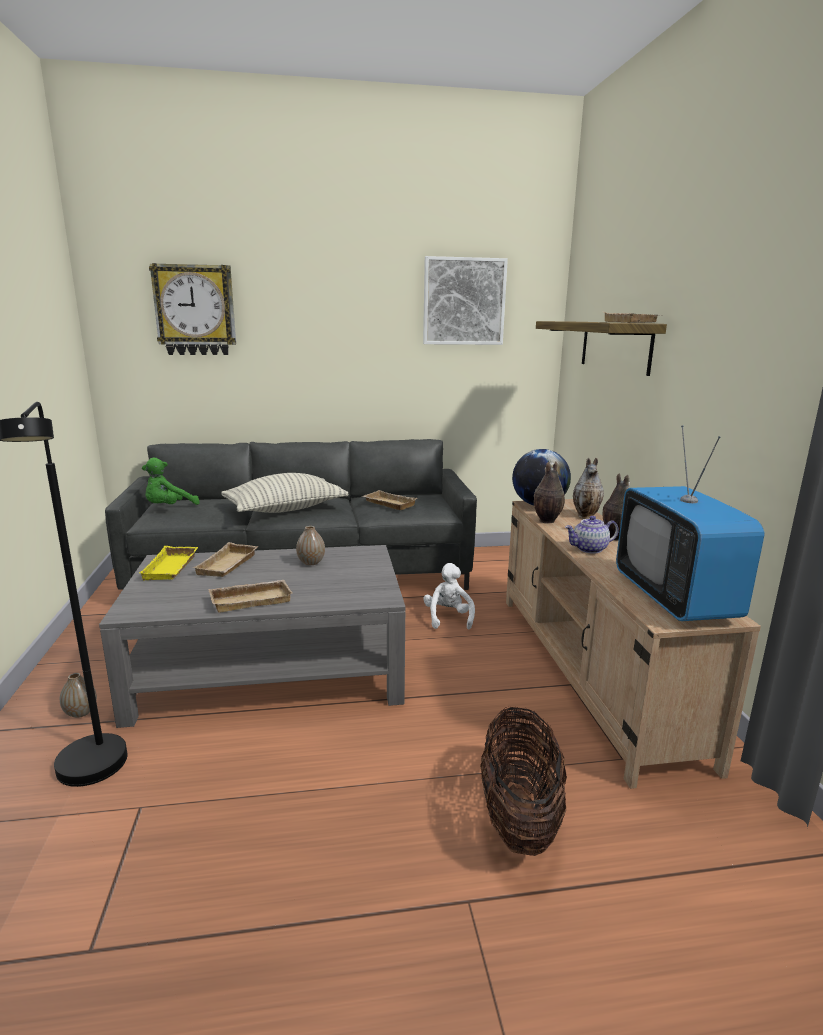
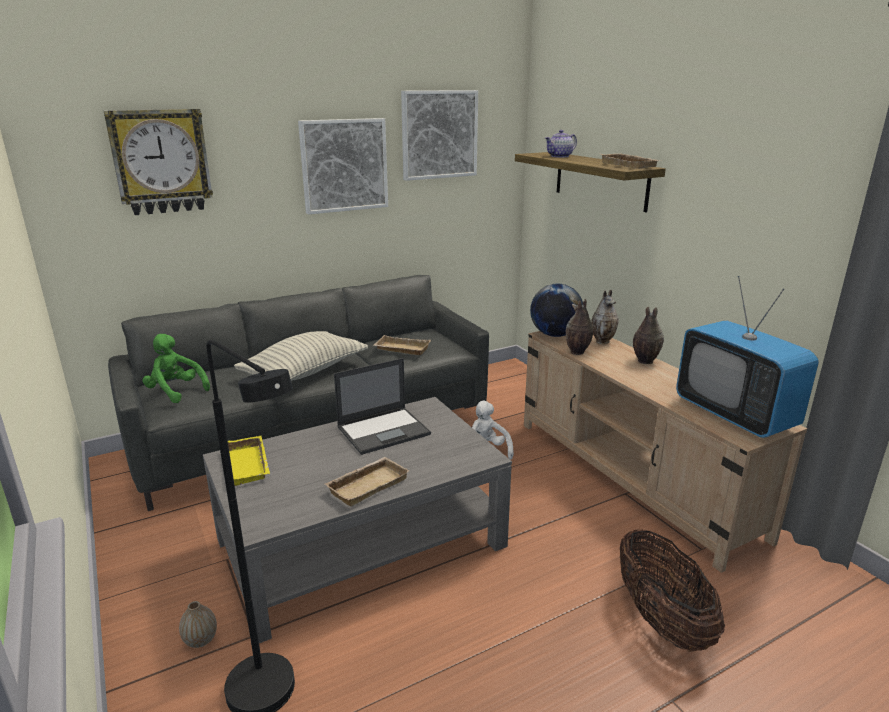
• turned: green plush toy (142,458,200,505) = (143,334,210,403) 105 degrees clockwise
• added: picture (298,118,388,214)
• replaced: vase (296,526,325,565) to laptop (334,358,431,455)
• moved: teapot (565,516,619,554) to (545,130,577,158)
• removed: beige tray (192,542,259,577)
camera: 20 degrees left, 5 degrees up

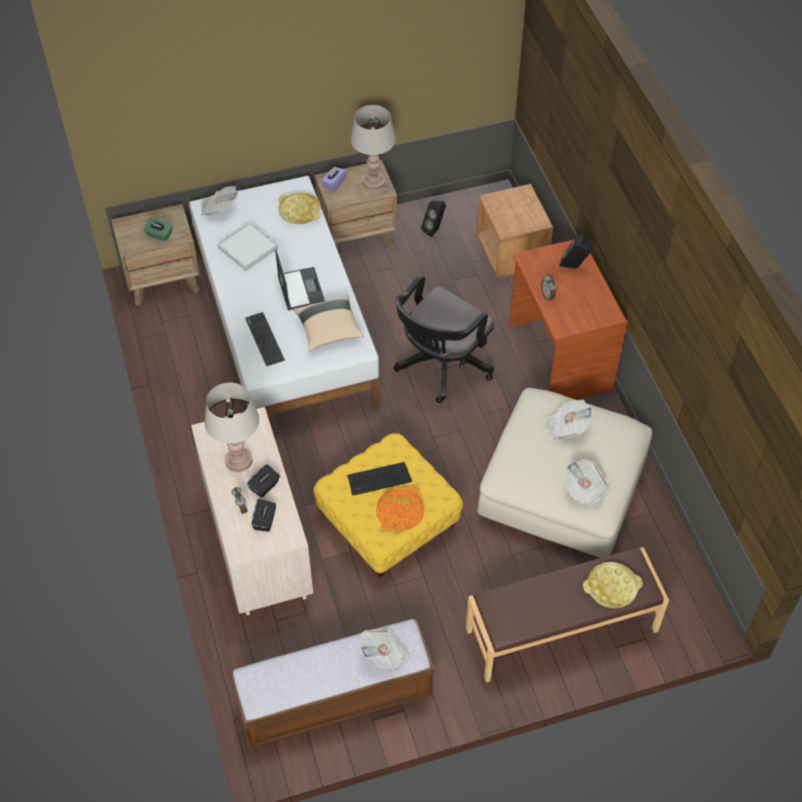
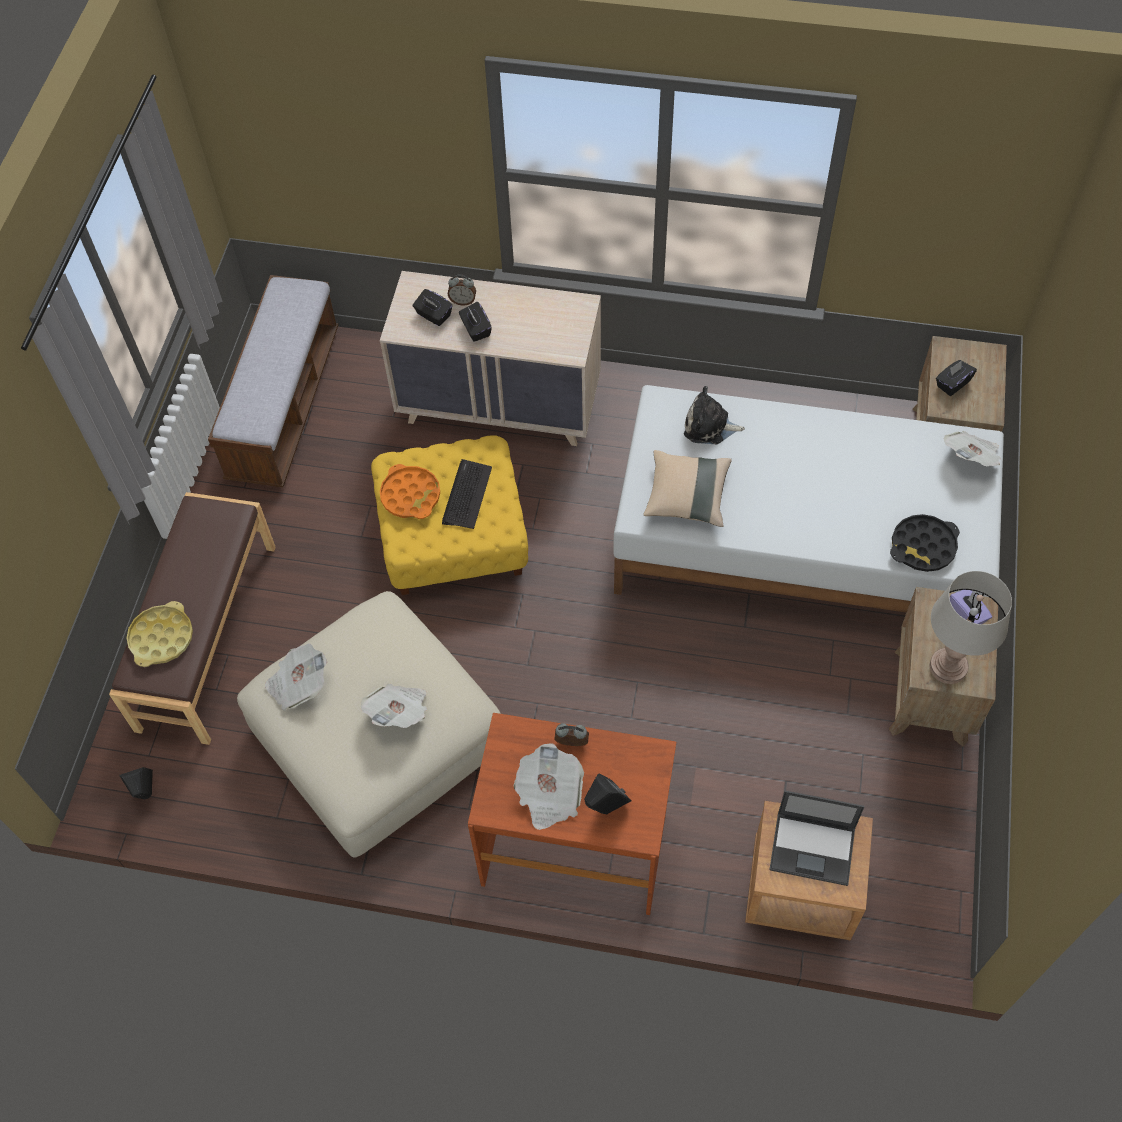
• moved: black speaker (421,201,446,237) to (119,767,153,799)
• moved: newspaper (359,629,412,670) to (513,743,584,830)
• replaced: keyboard (245,312,285,366) to plush toy (684,386,745,445)
• moved: laptop (275,249,325,310) to (769,791,864,886)
• recoloured: yellow tray (278,192,321,224) to black tray (890,514,960,572)
• recoloured: green tissue box (144,218,173,241) to black tissue box (936,360,977,396)
• removed: grey table lamp (204,383,259,472)
• removed: white tray (217,222,278,271)
• removed: black office chair (393,275,494,403)
camera: 120 degrees right, 5 degrees up

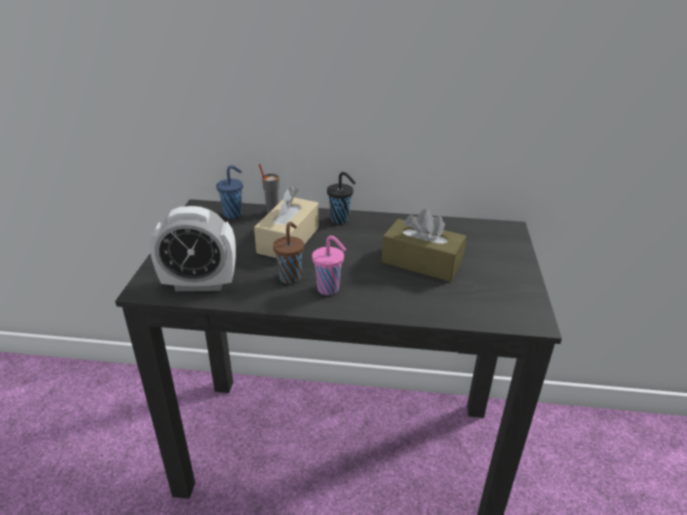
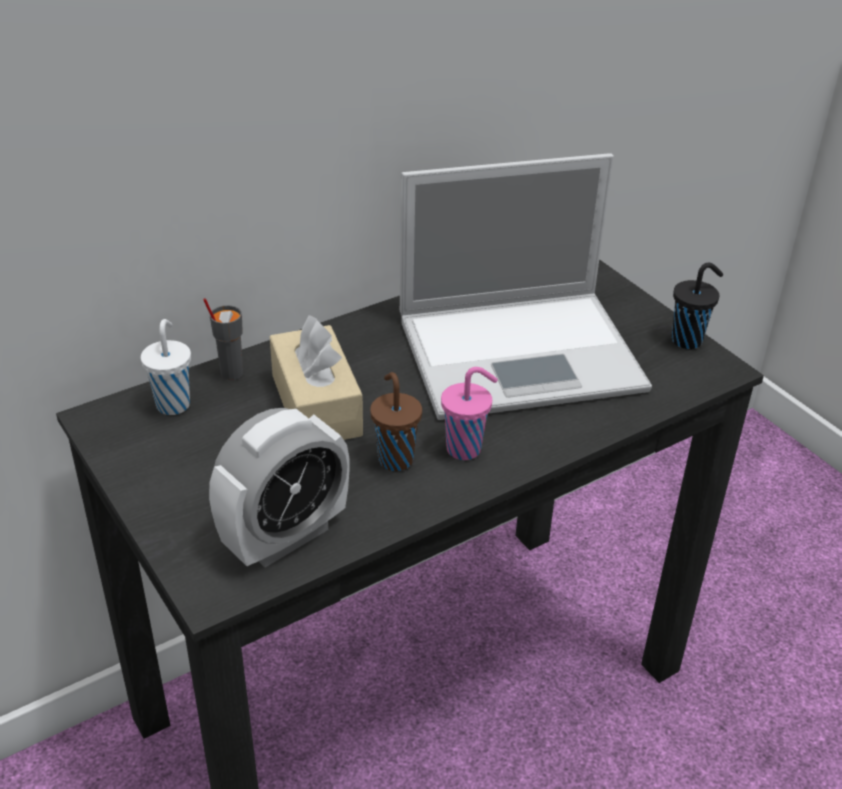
• recoloured: blue cup (216,165,243,219) to white cup (141,319,191,415)
• replaced: brown tissue box (382,209,467,282) to laptop (400,153,652,420)
• moved: black cup (327,172,356,224) to (672,263,723,349)
camera: 40 degrees left, 5 degrees up

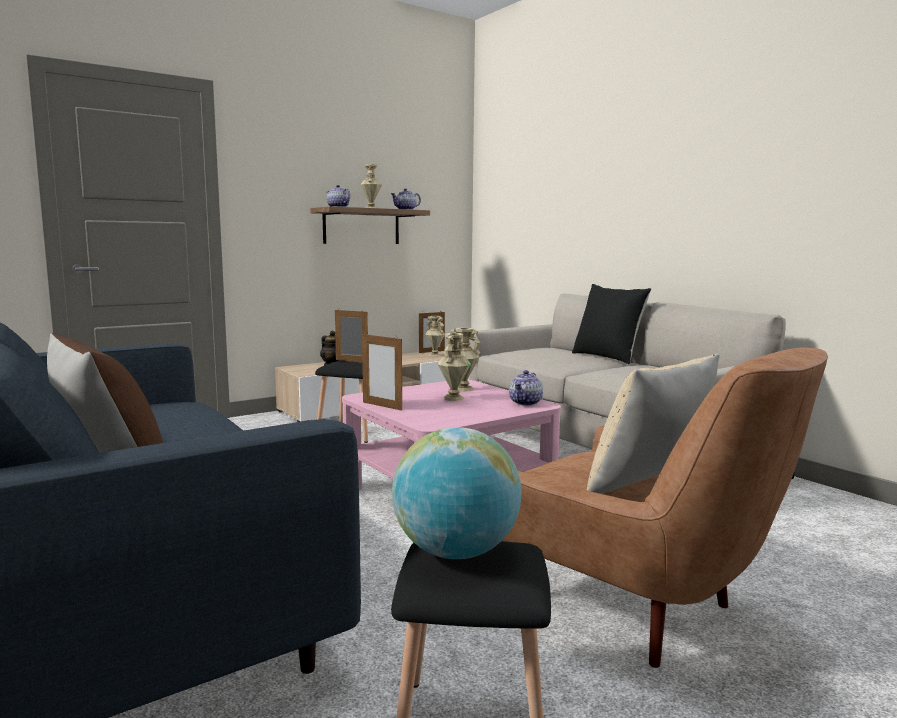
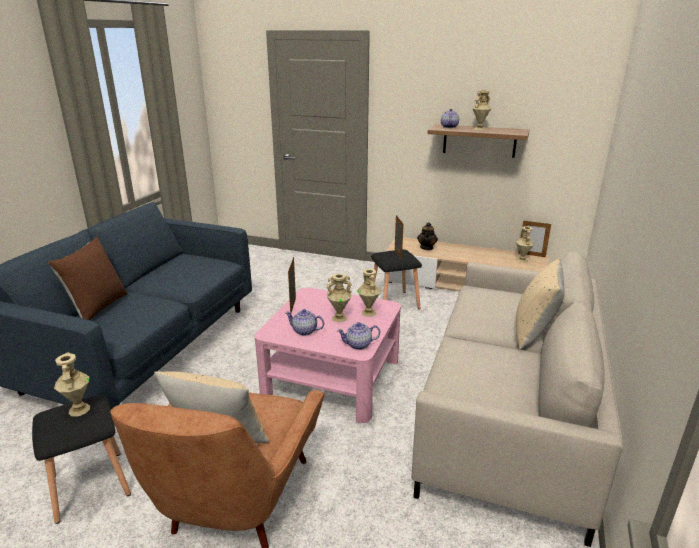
• replaced: globe (392,427,522,559) to beige vase (54,352,90,416)
• moved: teapot (391,188,421,210) to (285,309,324,336)
• recoloured: black pillow (572,284,651,364) to beige pillow (516,258,565,350)
camera: 55 degrees right, 15 degrees up

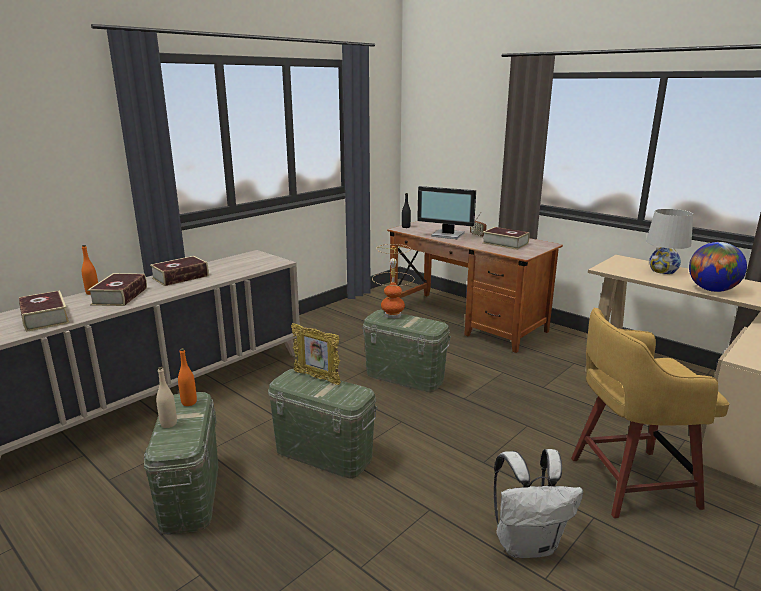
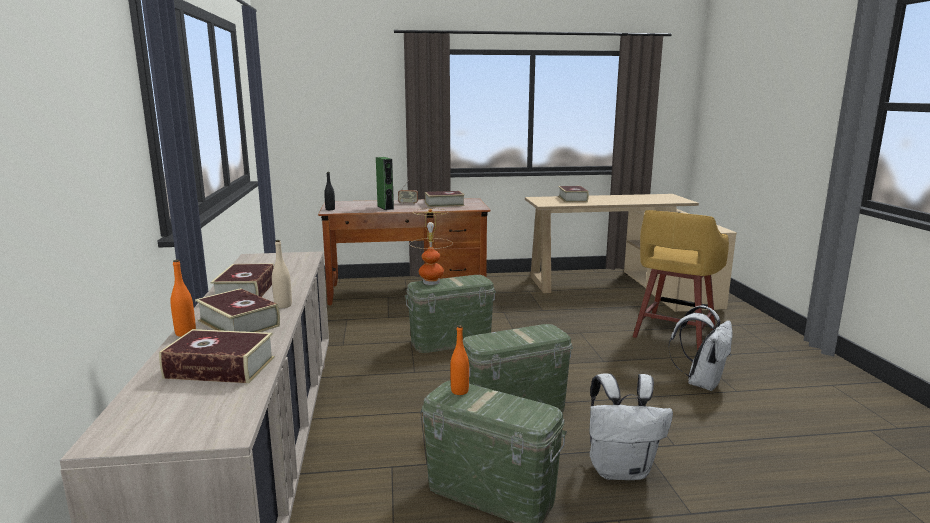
• moved: beige bottle (156,367,177,428) to (272,240,292,308)
• replaced: monitor (417,186,476,239) to green speaker (376,157,394,210)
• replaced: white table lamp (646,209,693,274) to book (558,186,589,202)
• added: white backpack (589,373,673,480)
• removed: picture frame (291,323,341,385)
• removed: globe (689,242,747,292)
camera: 50 degrees left, 5 degrees down

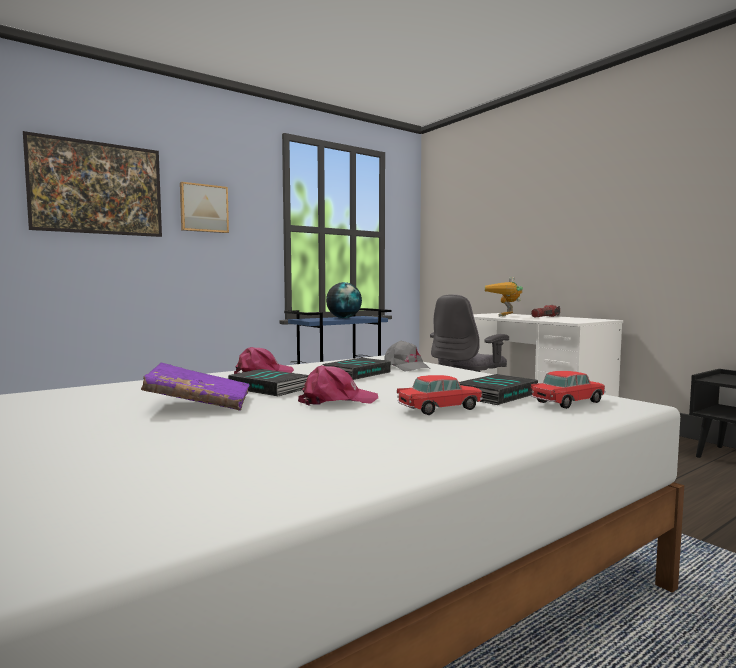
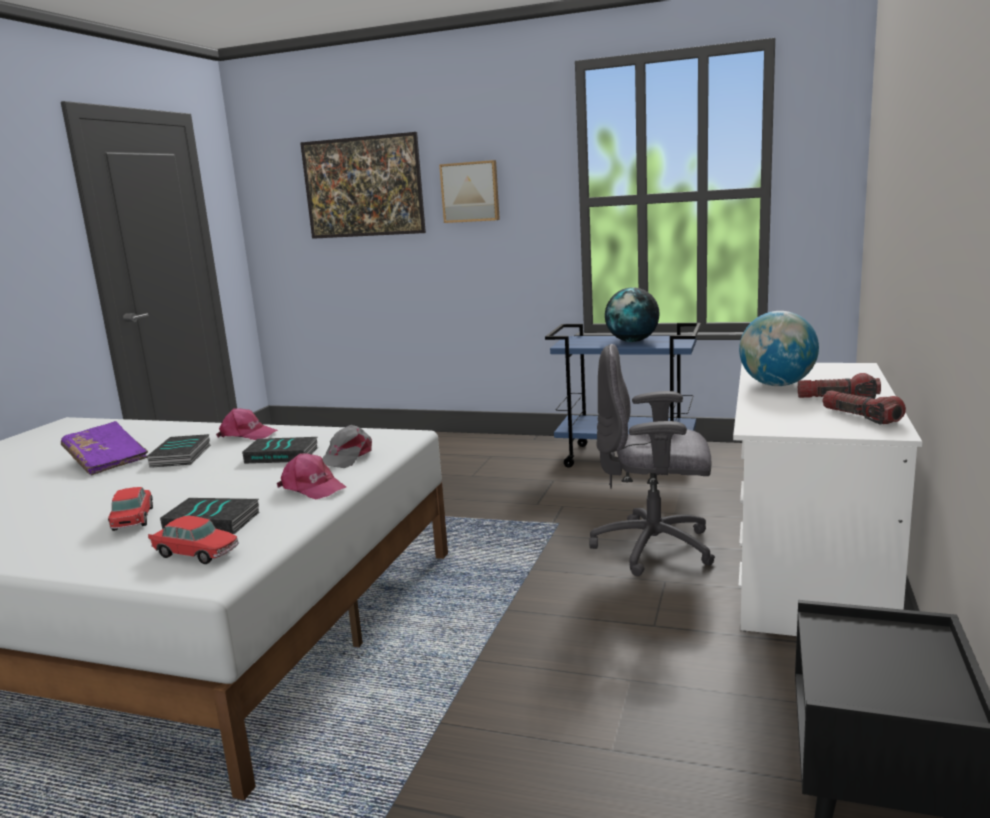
• turned: toy car (397,375,483,415) = (108,487,153,531) 135 degrees counterclockwise
• moved: pink cap (298,365,378,406) to (277,453,346,499)
• replaced: toy robot (485,277,523,317) to globe (739,311,819,386)
• added: flashlight (822,390,906,425)
camera: 55 degrees right, 10 degrees up

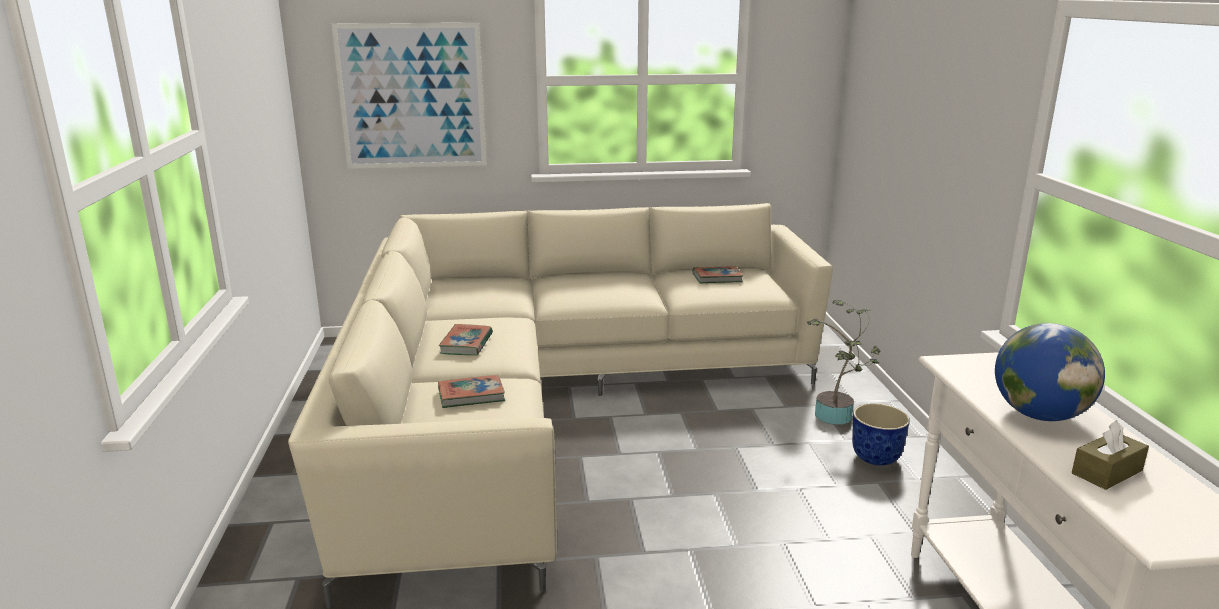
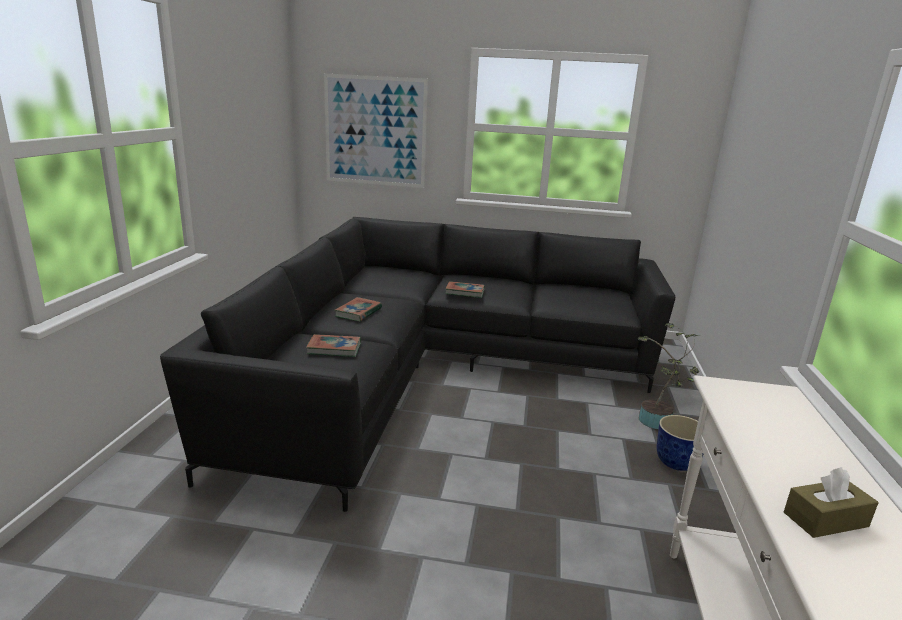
• recoloured: beige sofa (288,203,833,609) to black sofa (160,217,675,512)
• moved: book (693,266,743,283) to (445,281,485,298)
• removed: globe (995,323,1105,421)
camera: 15 degrees right, 0 degrees up

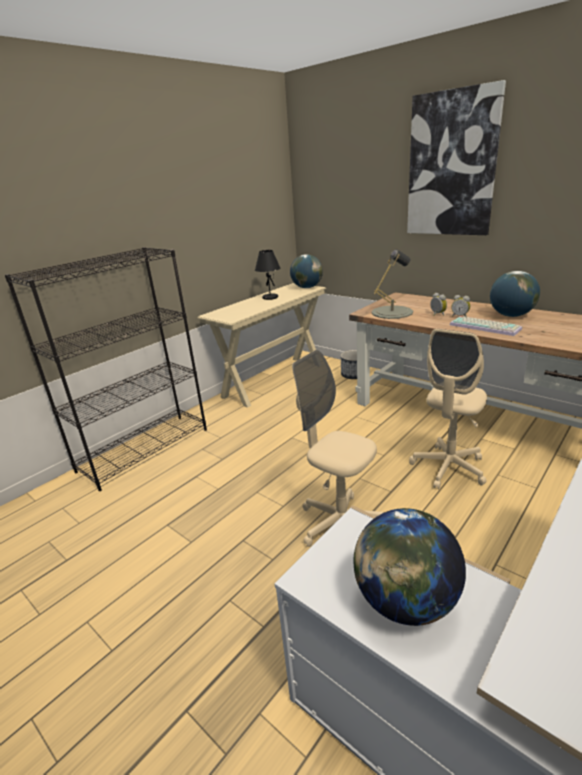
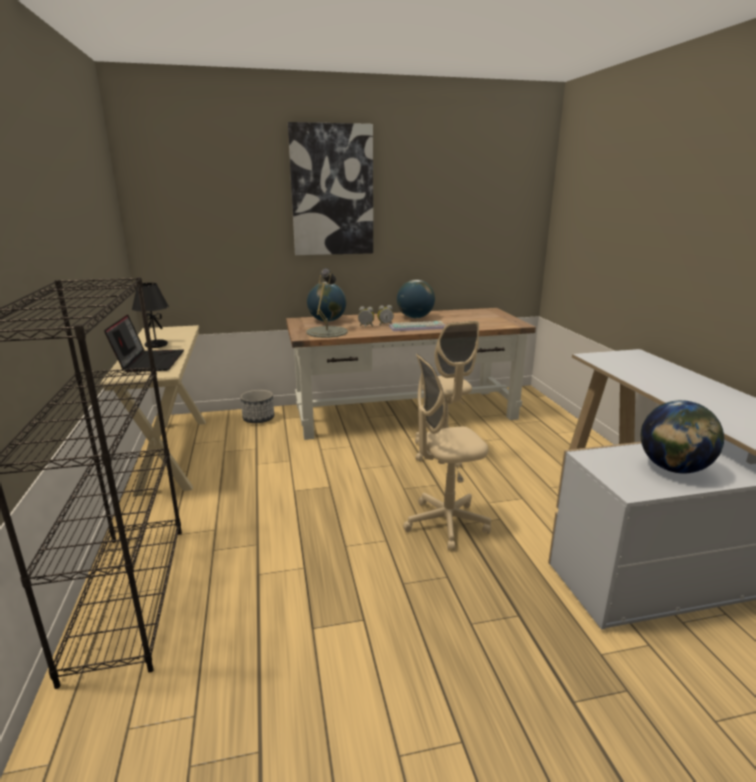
• added: laptop (104,314,184,372)
• moved: globe (290,254,323,288) to (307,282,346,322)
camera: 55 degrees left, 5 degrees down

